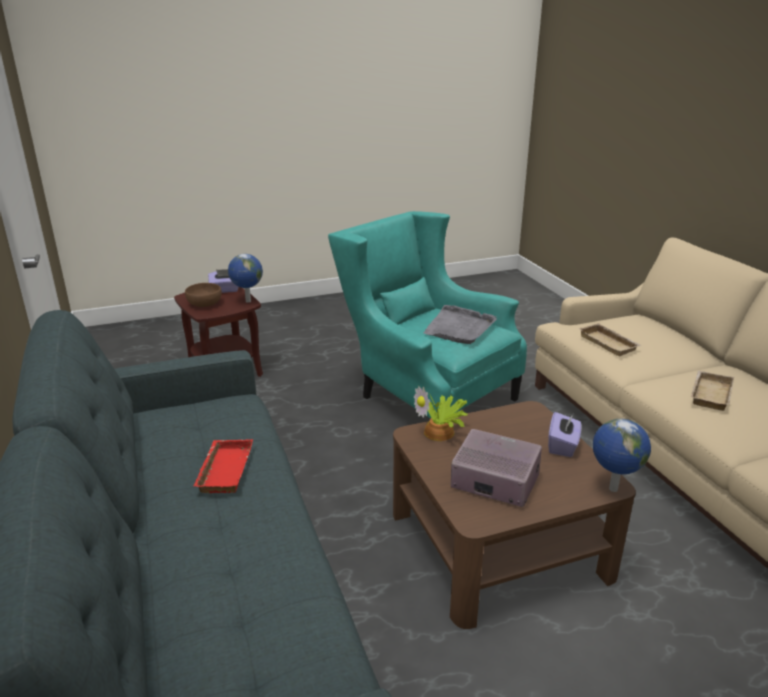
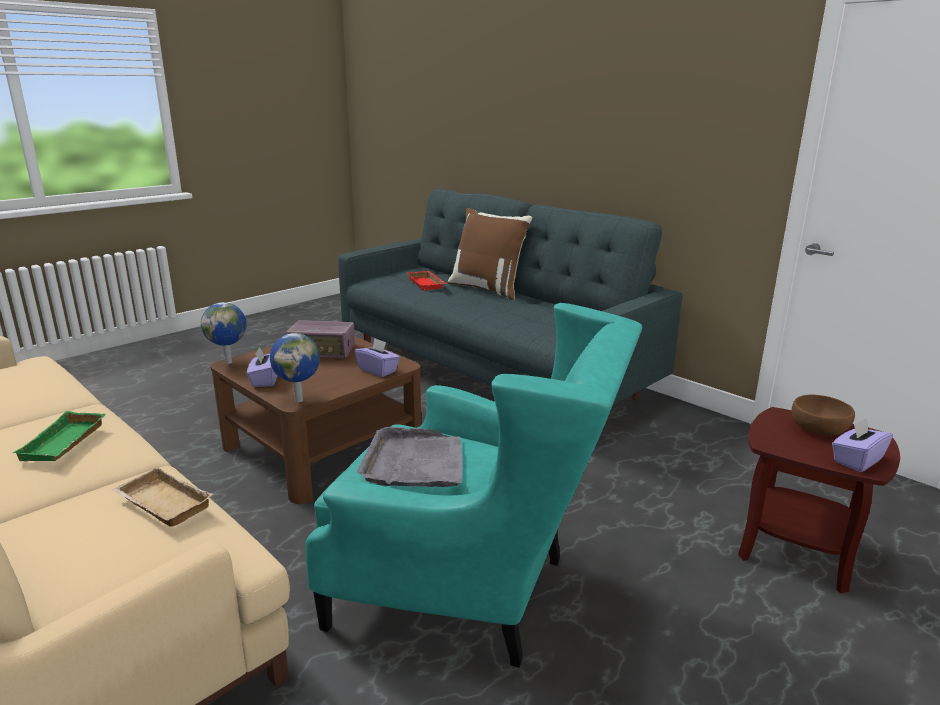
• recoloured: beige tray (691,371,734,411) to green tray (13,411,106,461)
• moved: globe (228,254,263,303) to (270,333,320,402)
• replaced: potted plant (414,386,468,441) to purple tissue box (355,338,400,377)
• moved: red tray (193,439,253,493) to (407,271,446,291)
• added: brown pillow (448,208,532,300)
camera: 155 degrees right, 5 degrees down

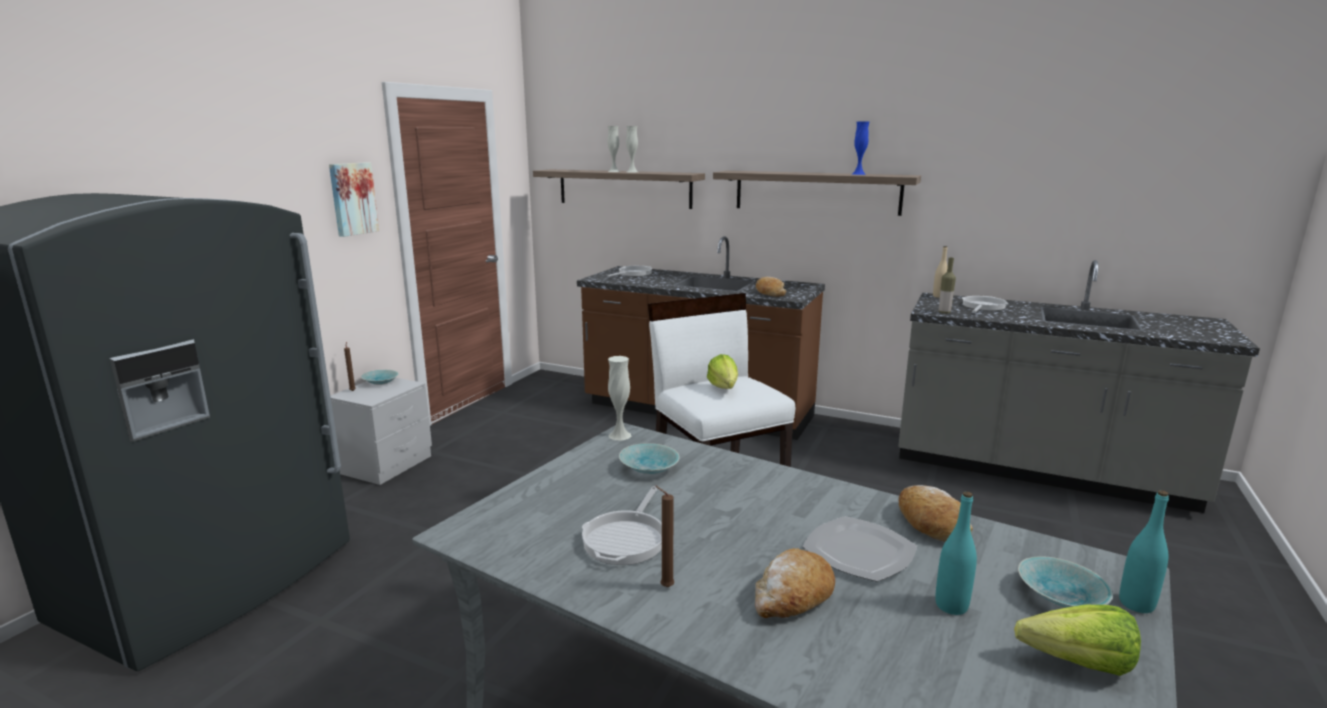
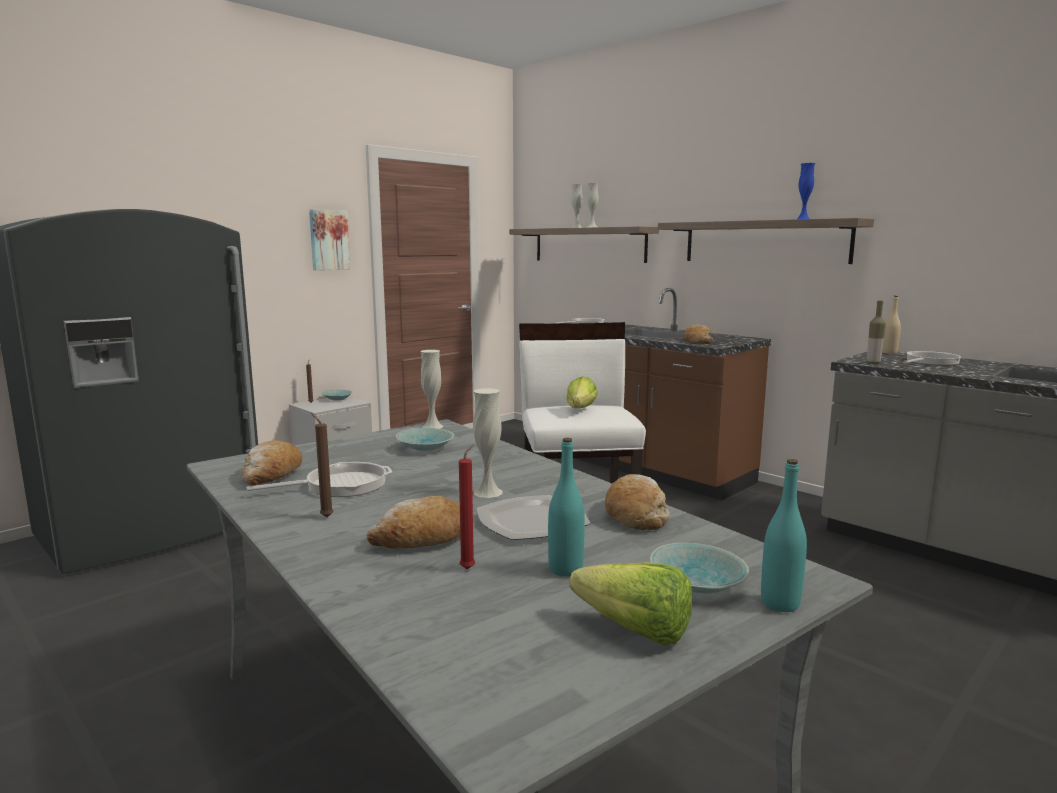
• added: bread (240,440,302,485)
• turned: frying pan (582,486,662,565) = (247,462,392,497) 150 degrees counterclockwise
• added: red candle (459,445,475,569)
• added: white vase (473,388,503,498)
camera: 20 degrees right, 5 degrees down

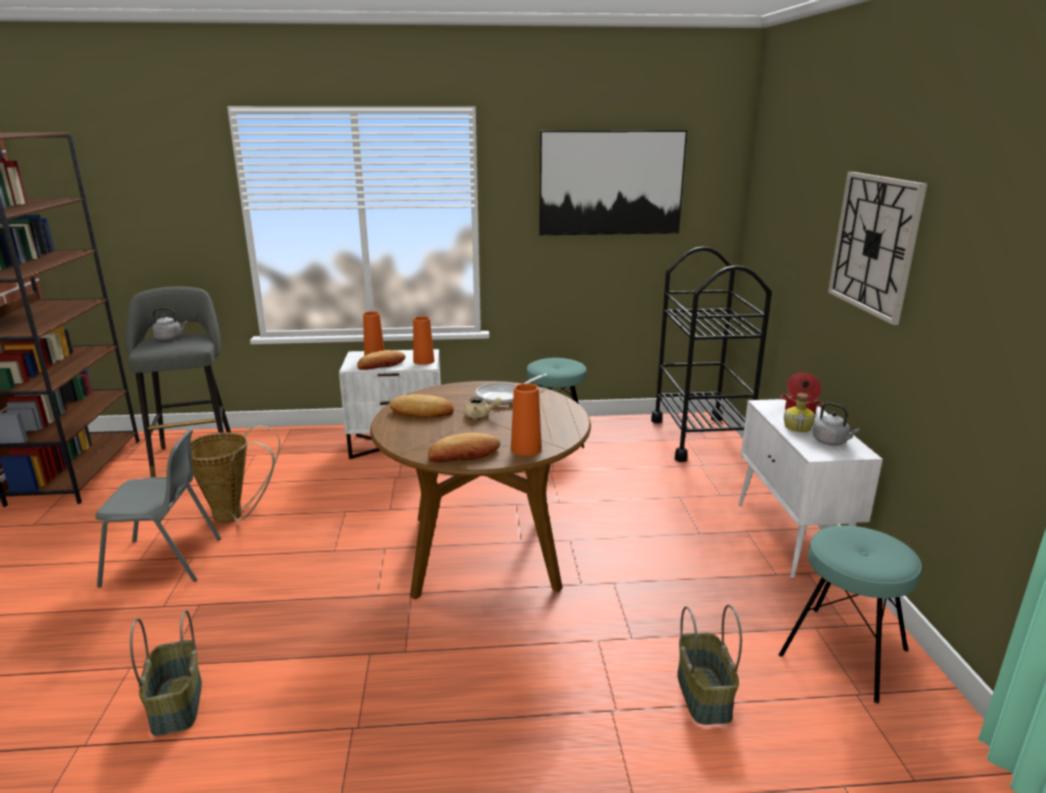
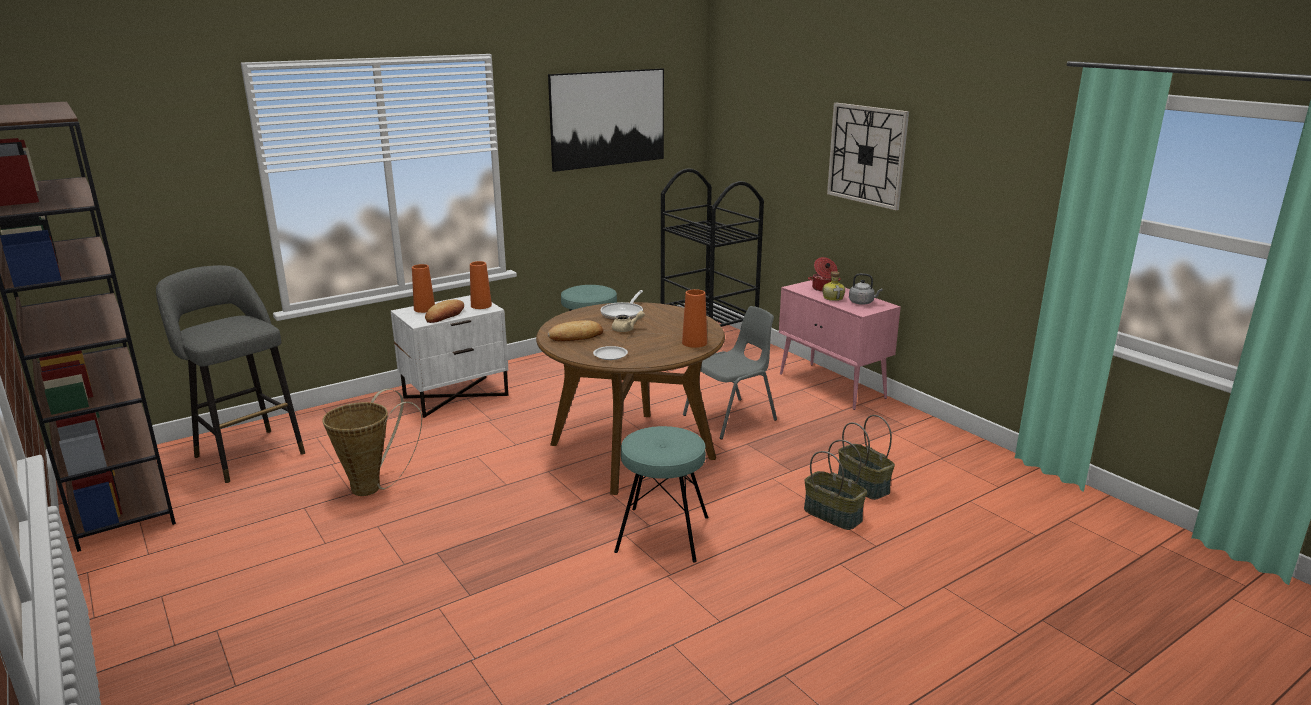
• added: white plate (593,346,628,360)
• moved: turquoise stool (779,525,922,704) to (614,426,709,563)
• moved: grey chair (96,429,221,587) to (683,306,777,439)
• recoloured: white cabinet (739,399,883,579) to pink cabinet (779,280,901,410)
• moved: basket (130,610,202,736) to (804,440,867,530)
• removed: grey kettle (152,308,187,340)
• removed: bread (428,433,501,462)
camera: 30 degrees left, 0 degrees up

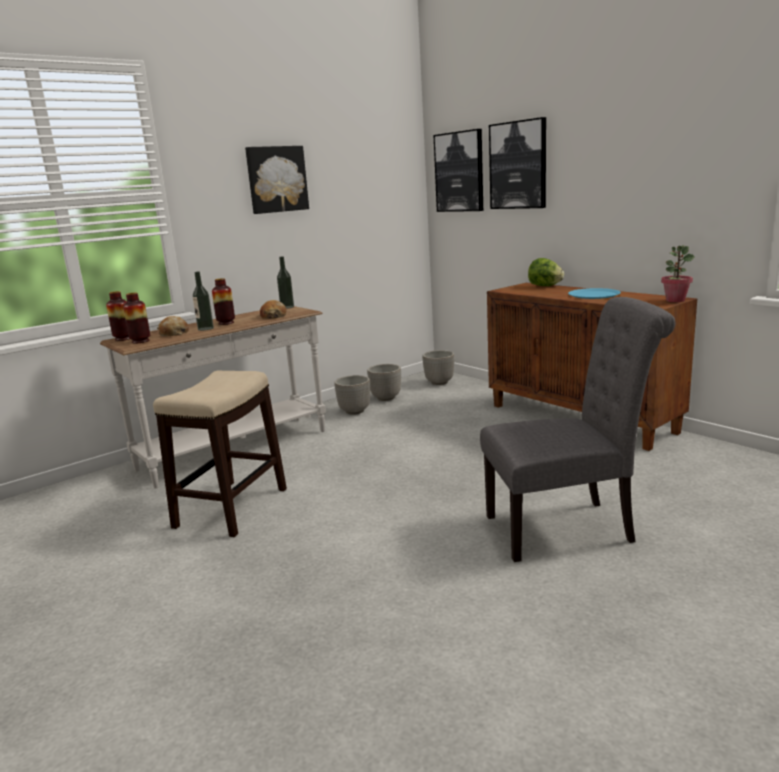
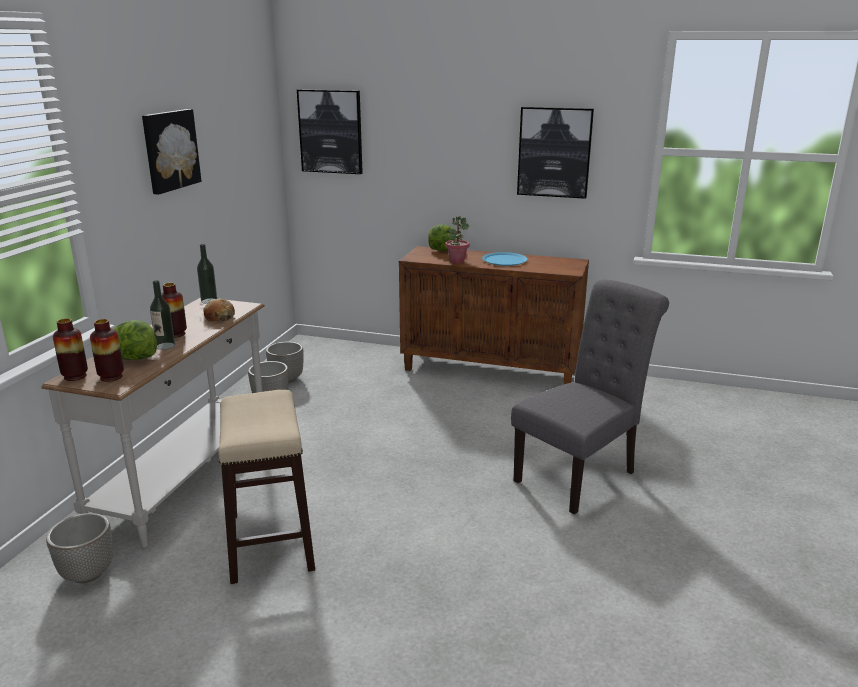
• moved: planter (422,350,454,385) to (46,513,113,583)
• replaced: bread (157,316,189,336) to lettuce (114,320,157,360)
• moved: potted plant (661,245,695,302) to (445,216,469,264)
• moved: picture (489,117,546,209) to (517,107,594,199)
camera: 35 degrees left, 5 degrees up

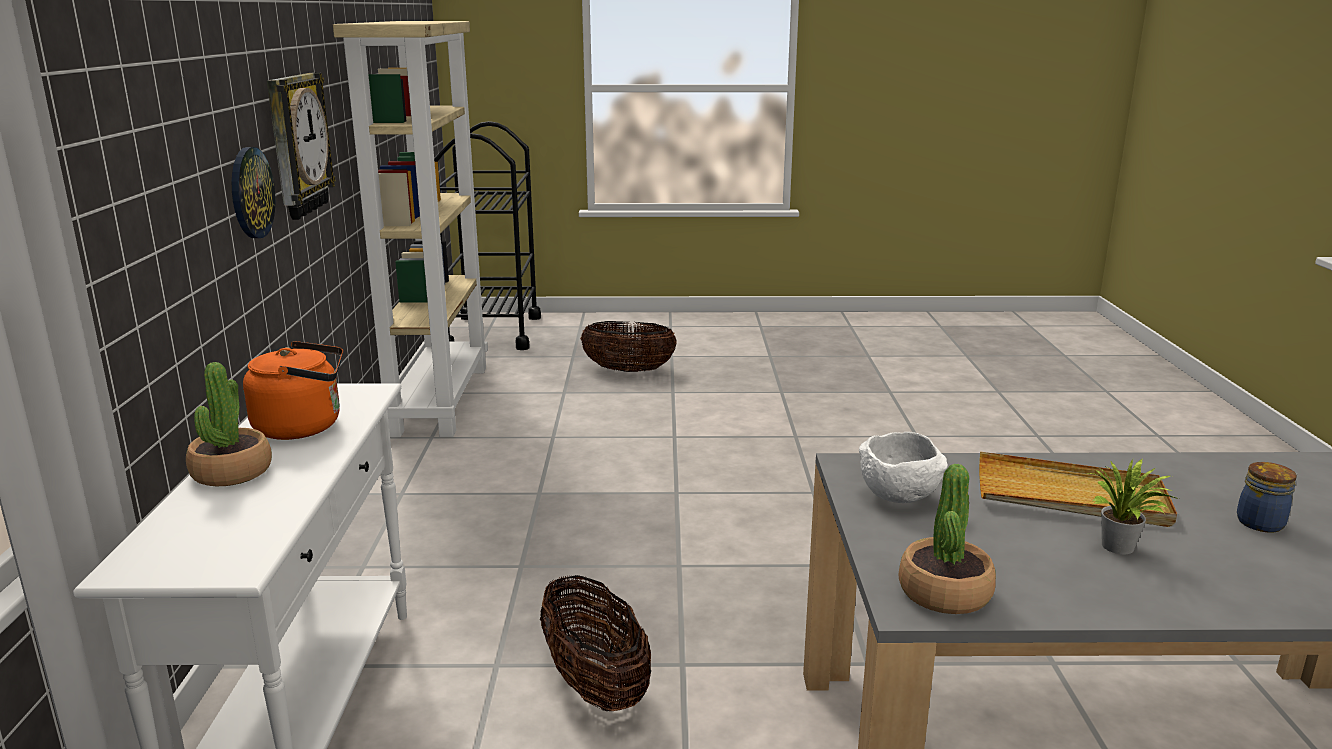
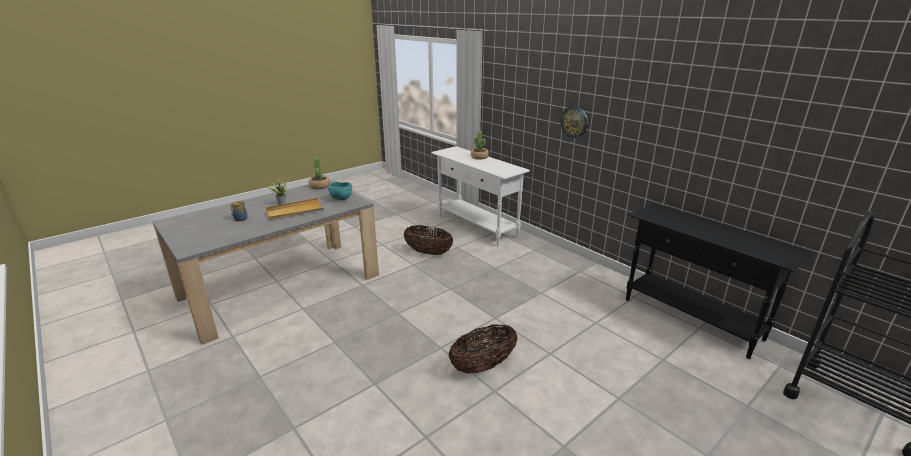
• recoloured: white bowl (859,432,948,503) to turquoise bowl (327,182,352,200)
• moved: basket (580,321,677,372) to (449,324,517,373)
• replaced: beige bookcase (333,21,488,437) to black console table (626,203,812,359)
• removed: orange kettle (243,341,343,440)
• removed: wall clock (267,73,336,220)
camera: 140 degrees right, 5 degrees up

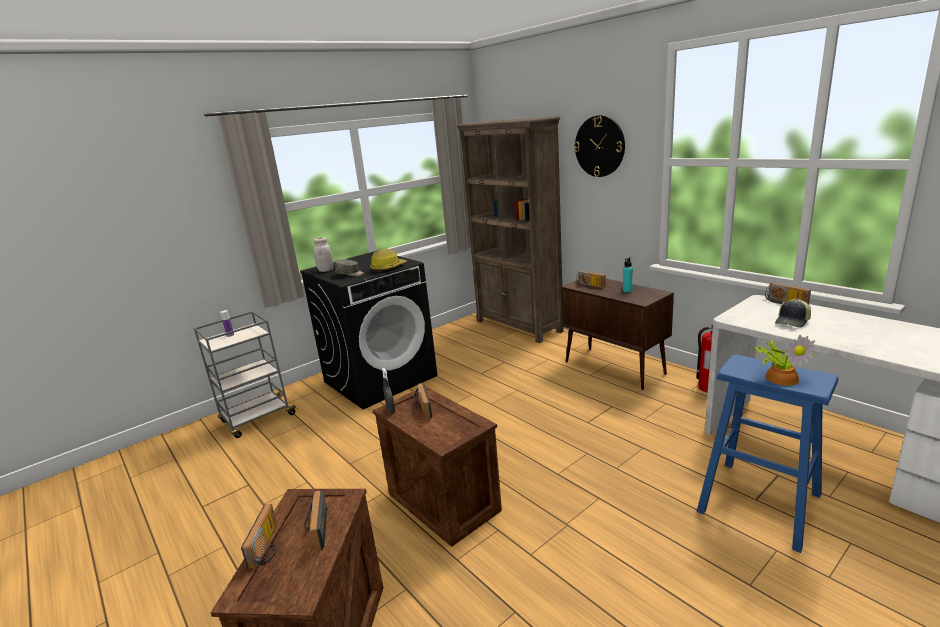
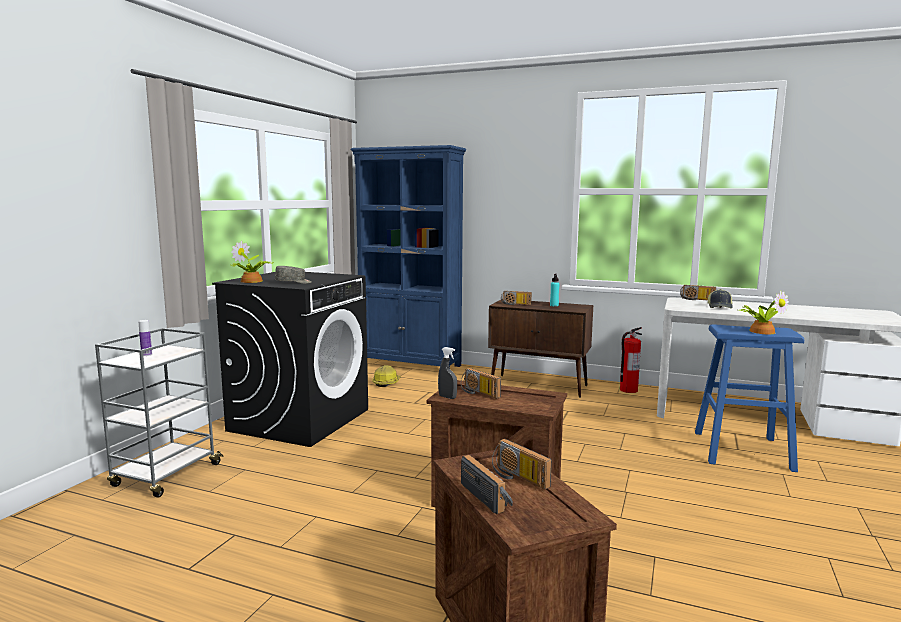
• replaced: white jar (313,237,334,272) to potted plant (230,240,272,283)
• recoloured: brown bookcase (456,116,564,343) to blue bookcase (350,145,466,369)
• moved: hard hat (370,248,407,272) to (372,365,401,387)
• removed: wall clock (574,115,625,177)
camera: 30 degrees left, 10 degrees down

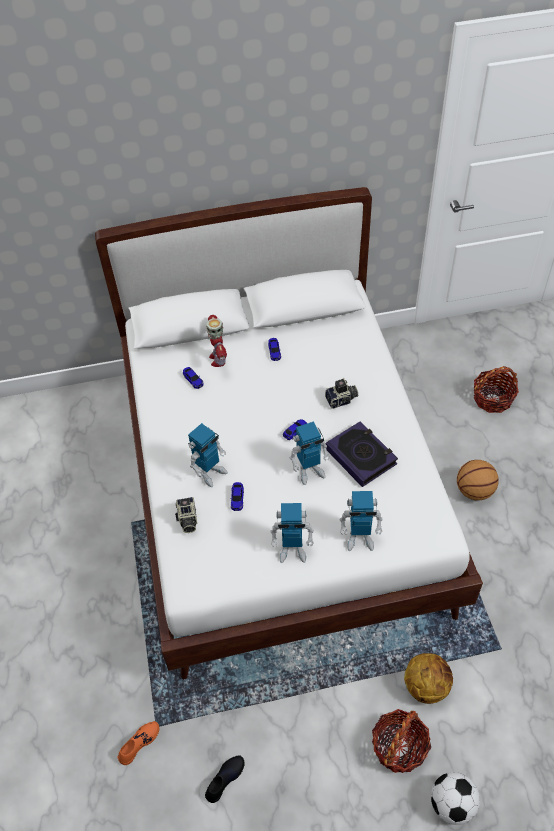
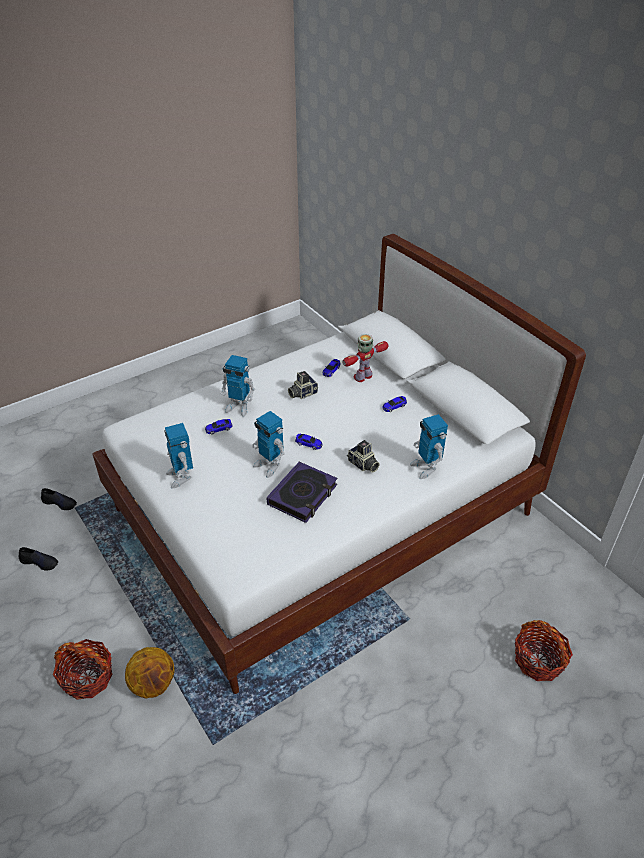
• recoloured: orange shoe (117,721,159,765) to black shoe (41,488,77,510)
• moved: photo camera (175,497,197,533) to (288,371,318,399)
• moved: toy robot (340,491,383,551) to (410,414,448,479)
• removed: football (431,772,480,825)
• removed: basketball (457,460,499,500)
camera: 65 degrees right, 10 degrees down

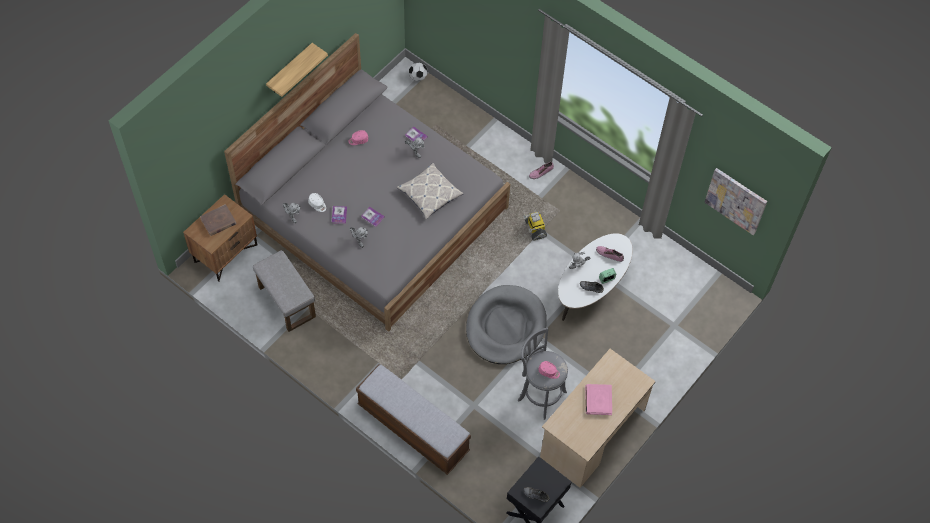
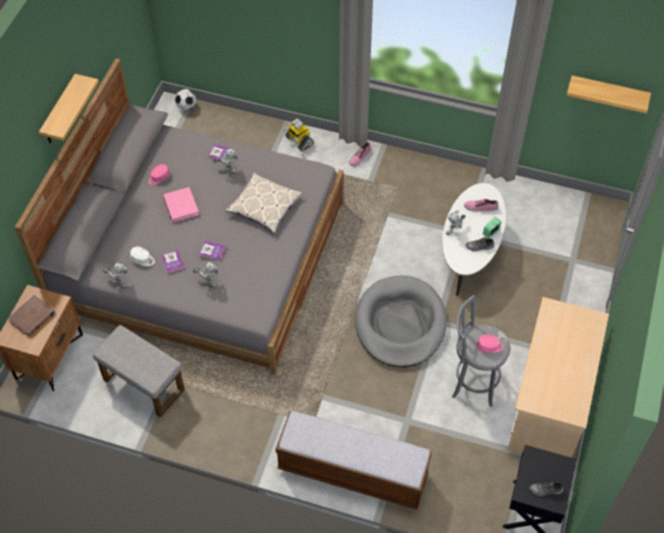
• moved: pink book (585,384,612,415) to (163,187,199,222)
• moved: toy robot (524,212,547,240) to (283,118,314,151)
• replaced: picture (704,168,767,235) to shelf (566,75,651,113)
camera: 20 degrees left, 5 degrees down

